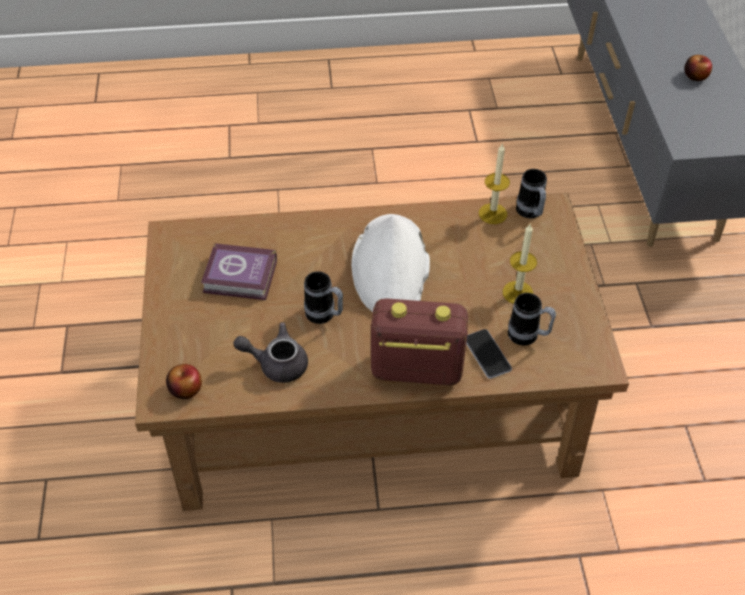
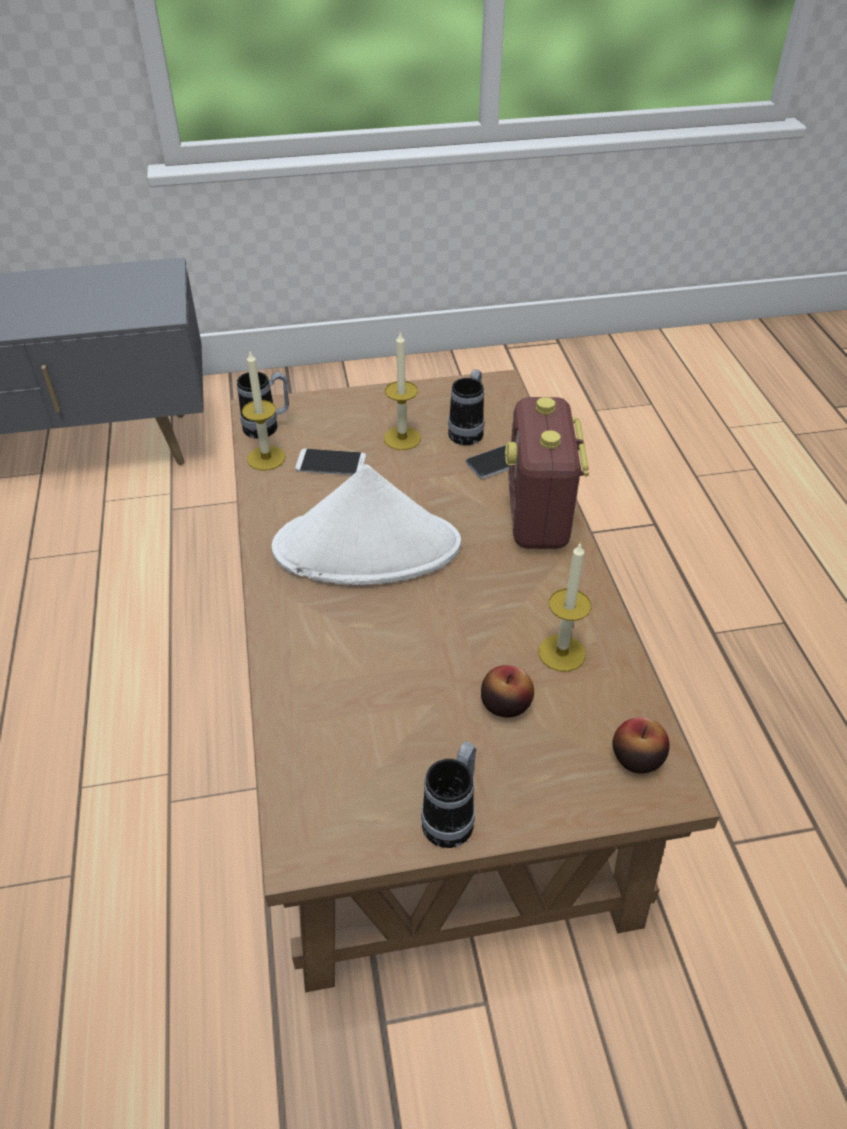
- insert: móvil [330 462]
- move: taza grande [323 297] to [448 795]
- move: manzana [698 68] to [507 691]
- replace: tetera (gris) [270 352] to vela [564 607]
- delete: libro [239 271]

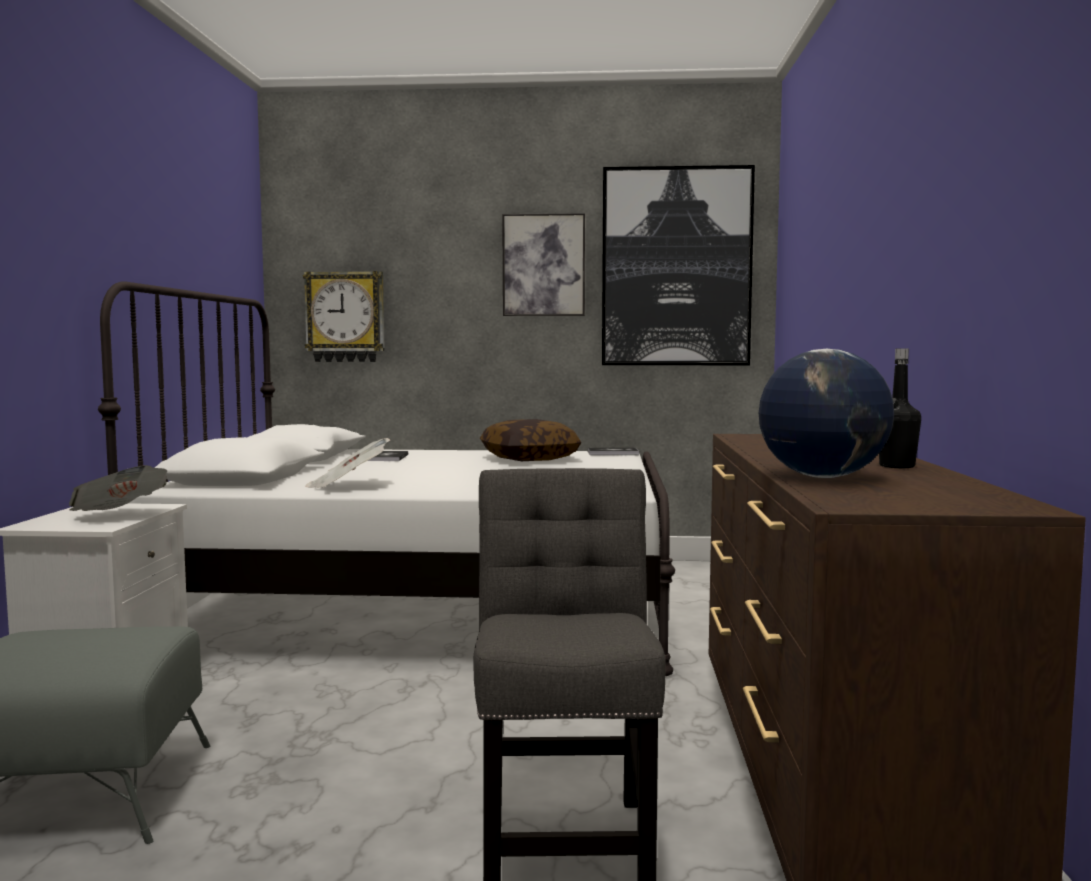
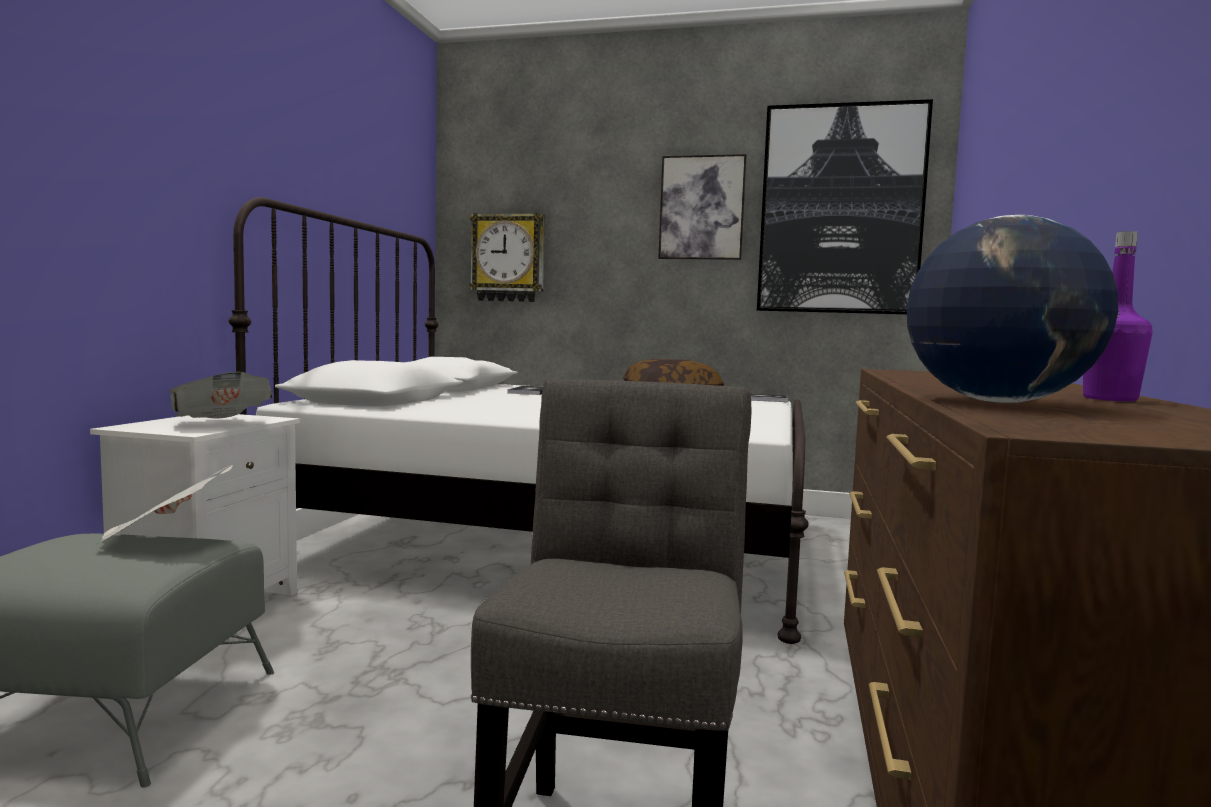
- move: periódico [347 463] to [165 504]
- recolor: botella (negro) [900 408] to botella (morado) [1117 316]

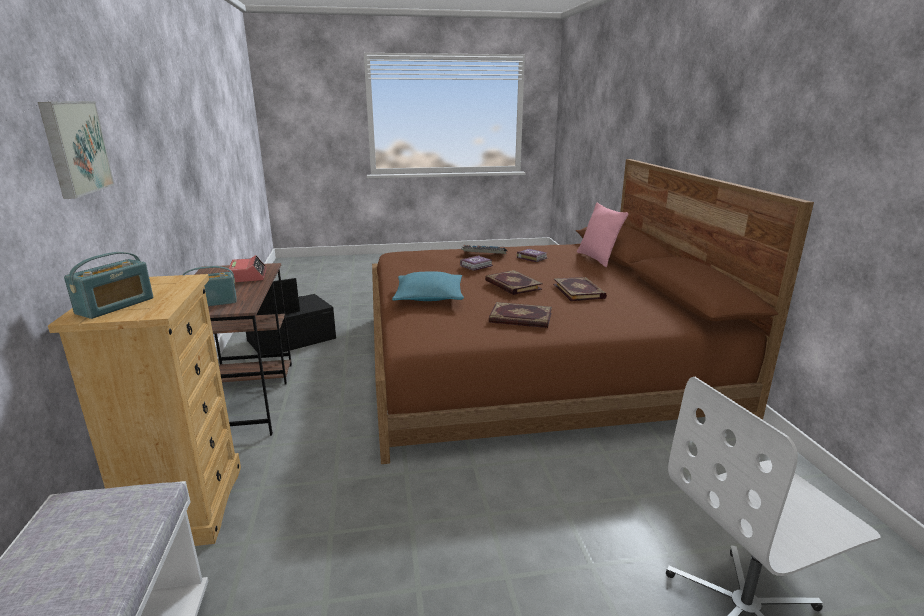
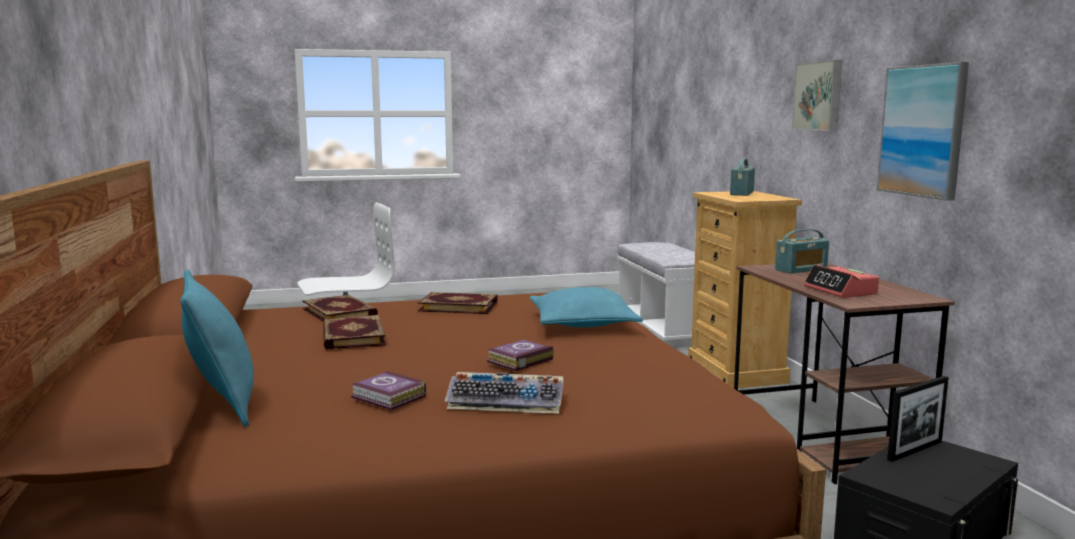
- recolor: cojín (rosa) [603 235] to cojín (turquesa) [217 348]
- move: libro [514 282] to [340 308]
- insert: cuadro [923 131]

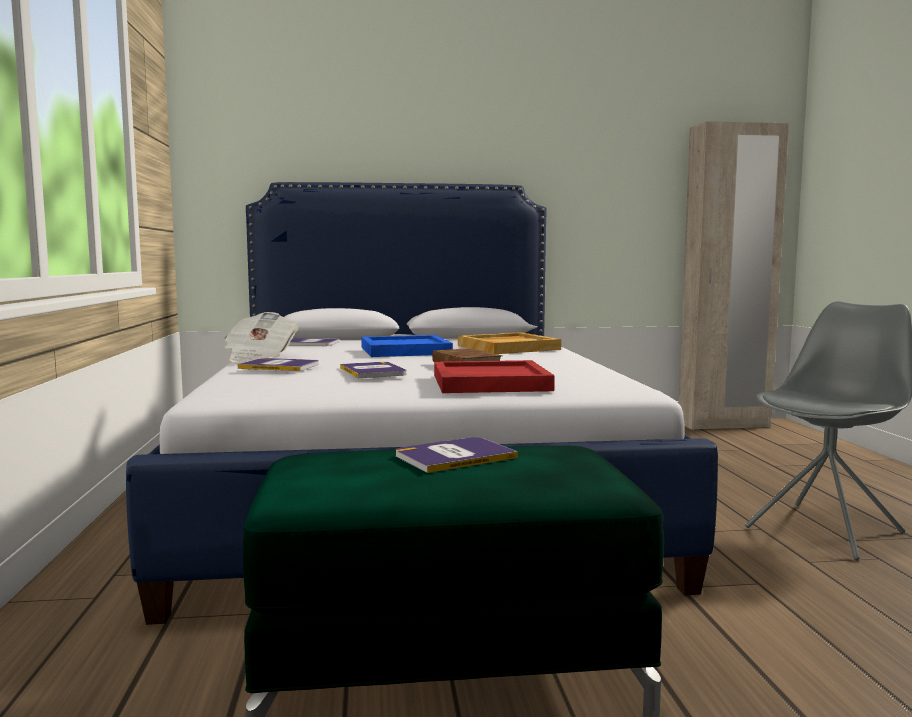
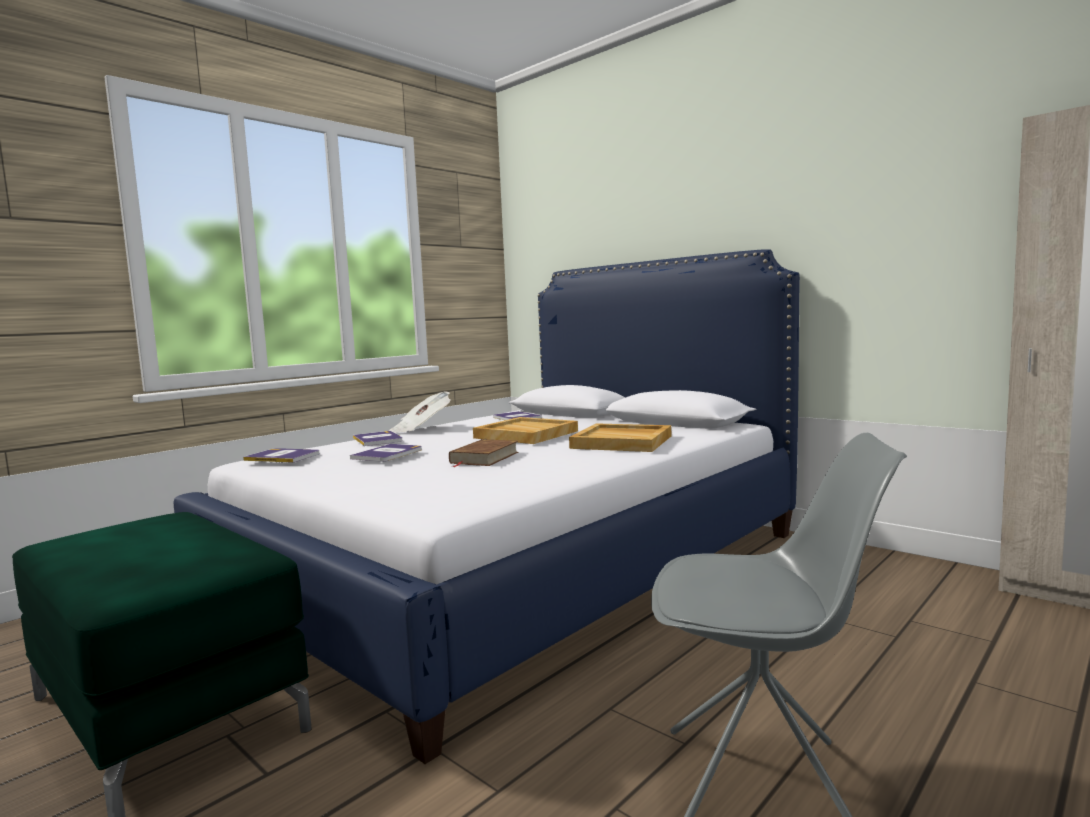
- move: libro [457 455] to [281 455]
- recolor: bandeja (azul) [407 346] to bandeja (beis) [525 430]
- delete: bandeja (rojo) [494 376]

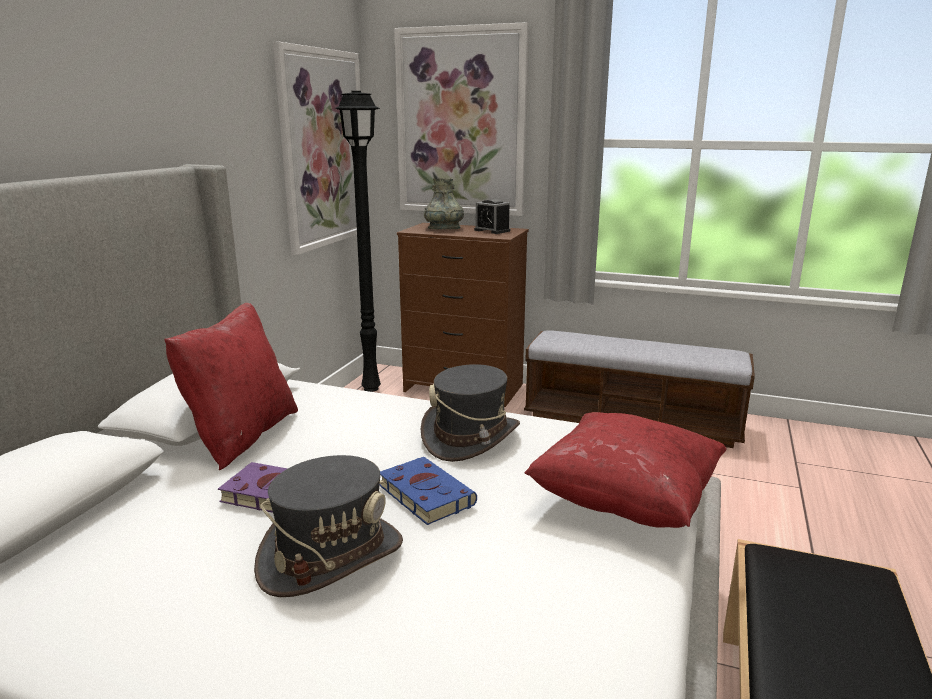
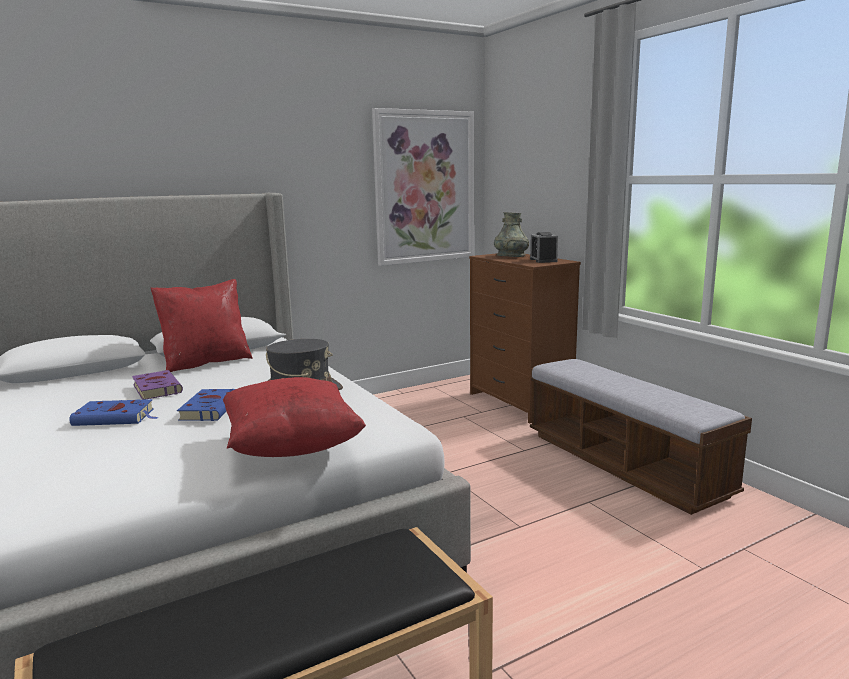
- replace: sombrero (gris) [328 526] to libro (azul) [114 412]
- delete: lámpara de pie (negro) [358 241]
- delete: cuadro [461 119]

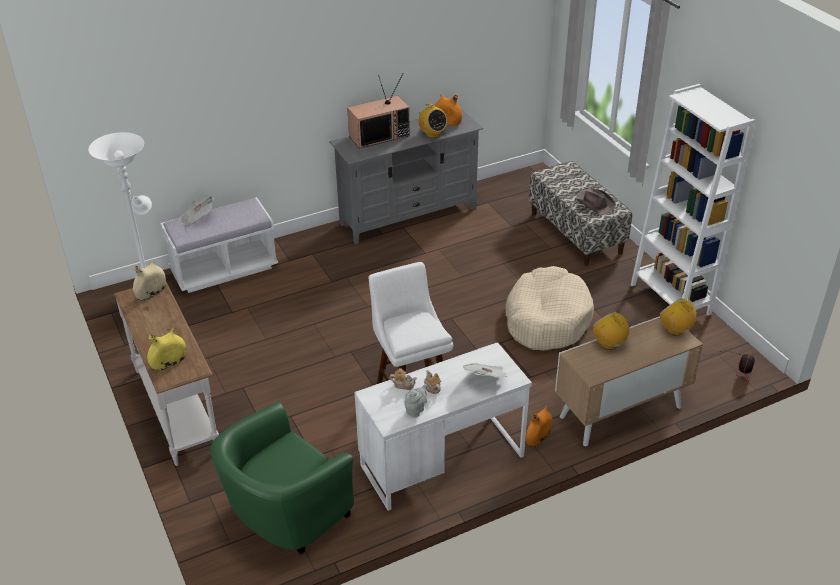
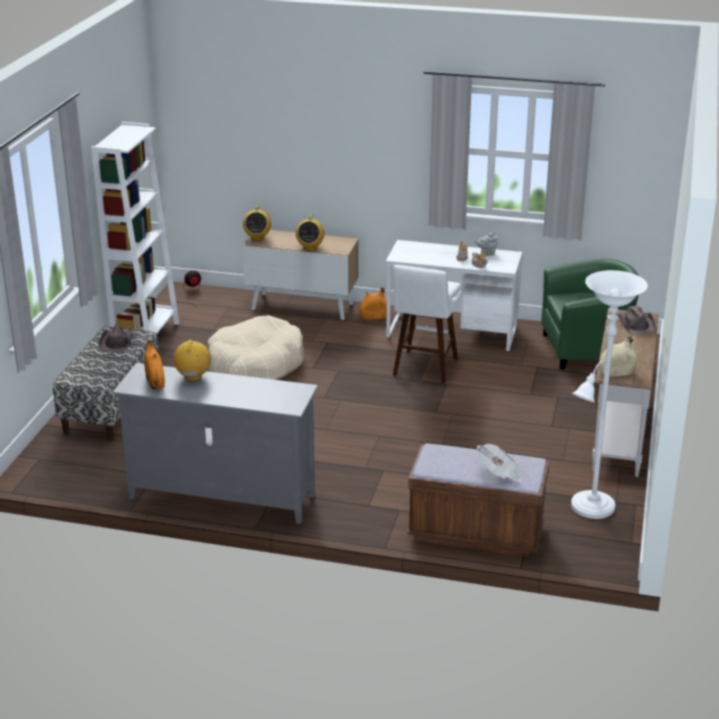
- recolor: banco (blanco) [219 245] to banco (marrón) [478 500]
- replace: florero (amarillo) [166 349] to sombrero (marrón) [637 320]
- delete: televisor [378 111]
- delete: periódico [485 370]

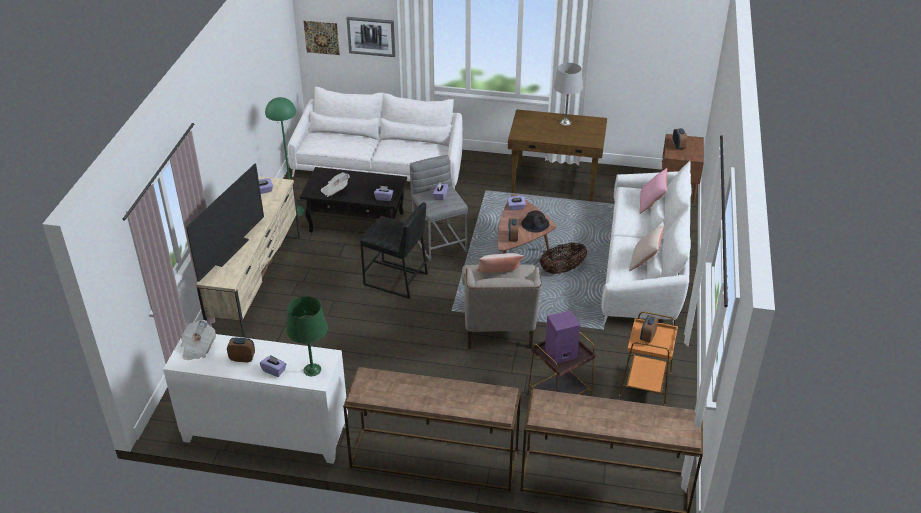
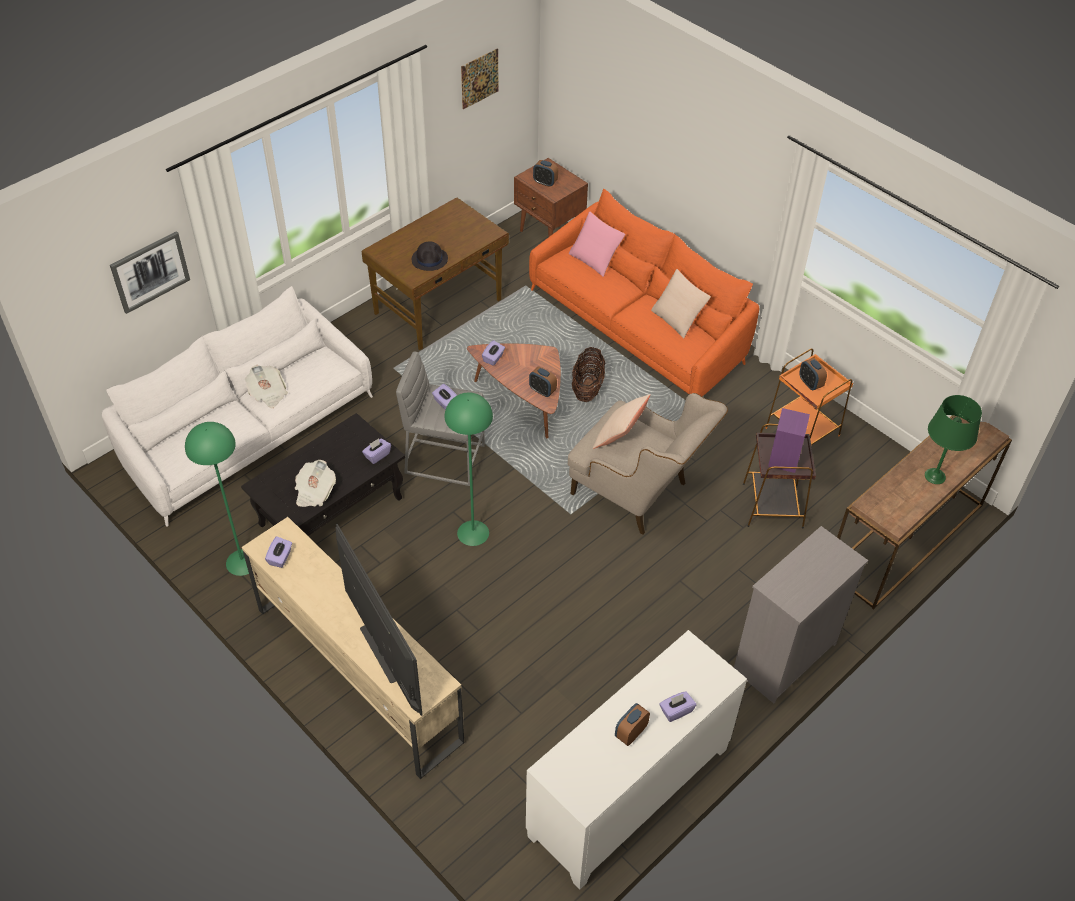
- move: periódico [198 340] to [266 386]
- move: sombrero (negro) [535 221] to [430 256]
- replace: taburete (negro) [394 250] to lámpara de pie (verde) [469 469]
- move: cuadro [322 38] to [480 79]
- recolor: sofá (blanco) [646 243] to sofá (naranja) [644 292]
- replace: mesa consola (marrón) [432 429] to cómoda (gris) [801 614]
- move: lámpara de mesa (verde) [307 336] to [953 439]
- delete: lámpara de mesa (gris) [568 94]

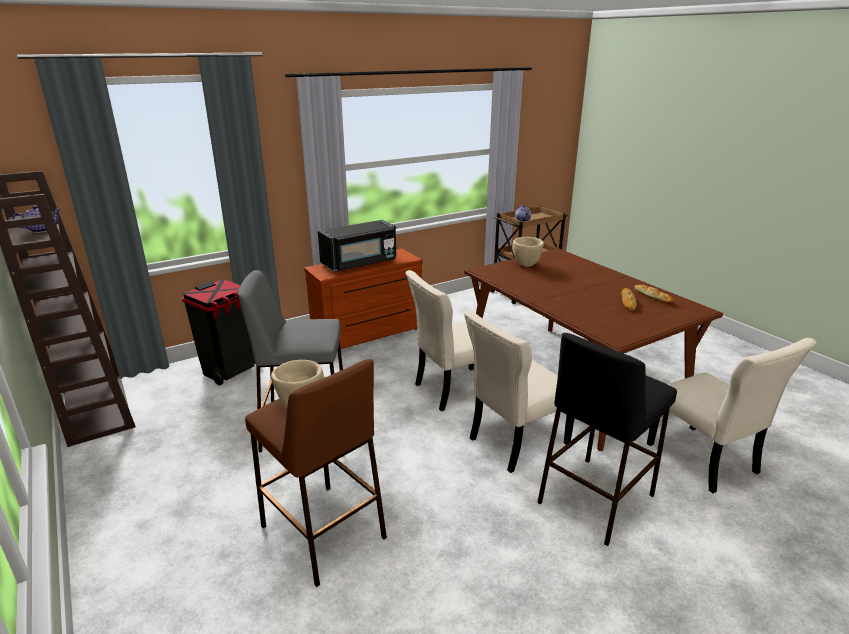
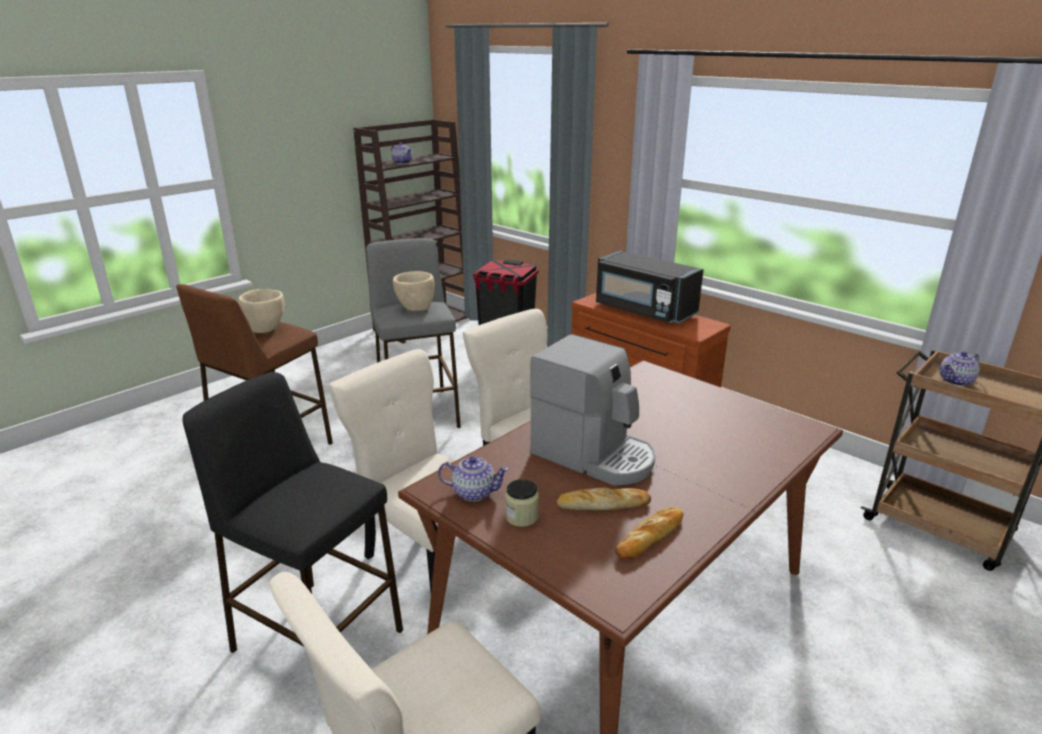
- move: cuenco (beis) [528 252] to [413 291]
- insert: tetera [473 478]
- insert: tarro [522 503]
- insert: cafetera [592 409]

